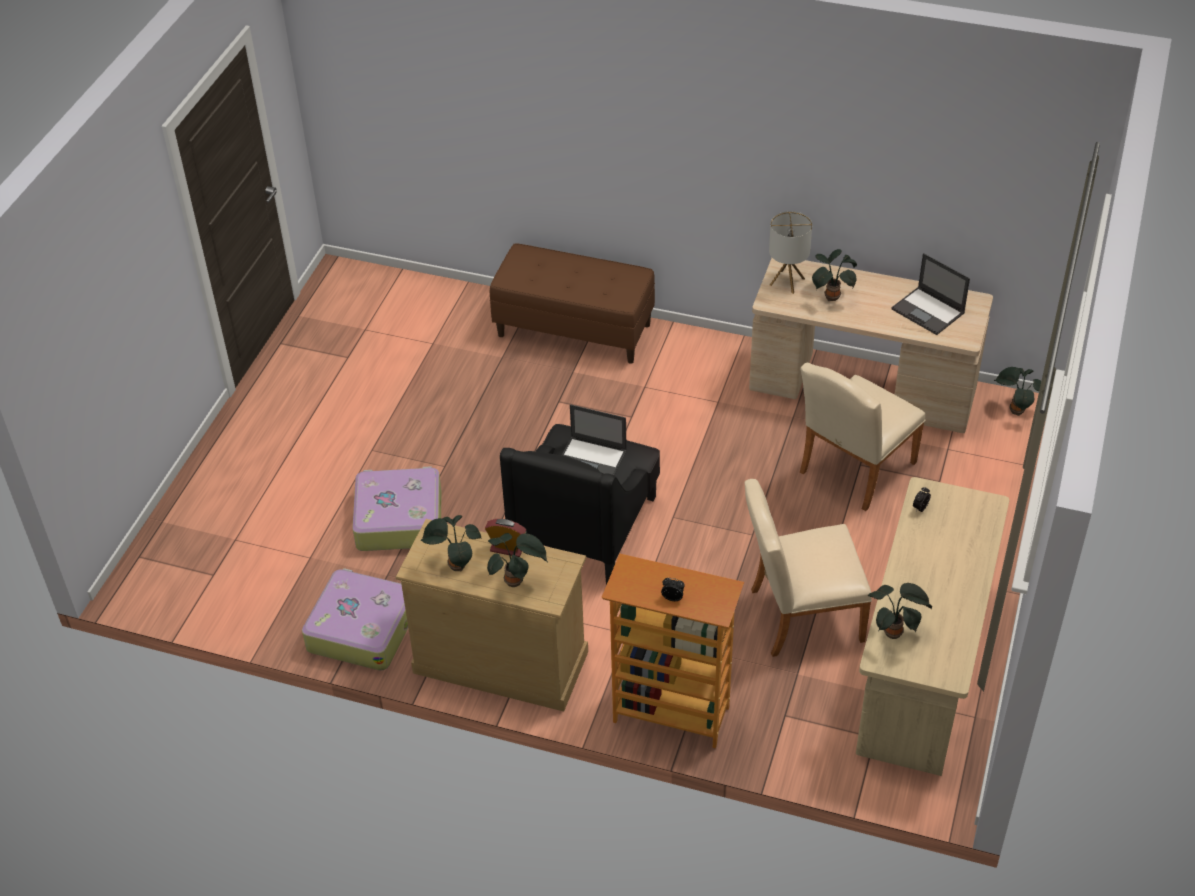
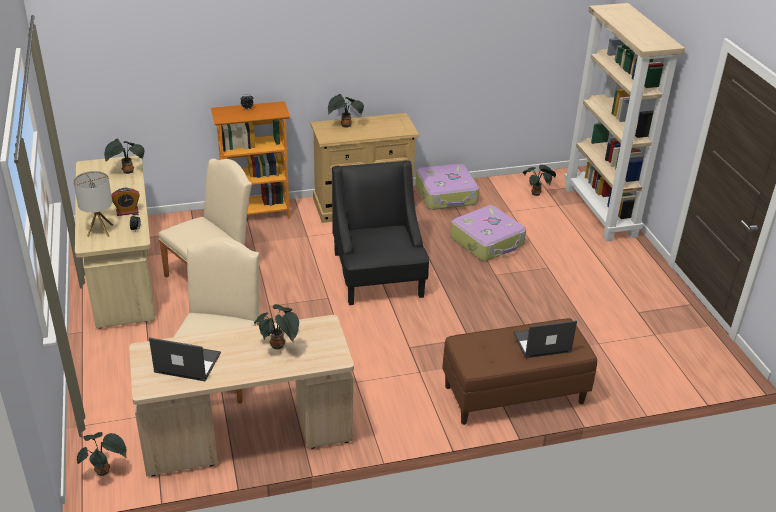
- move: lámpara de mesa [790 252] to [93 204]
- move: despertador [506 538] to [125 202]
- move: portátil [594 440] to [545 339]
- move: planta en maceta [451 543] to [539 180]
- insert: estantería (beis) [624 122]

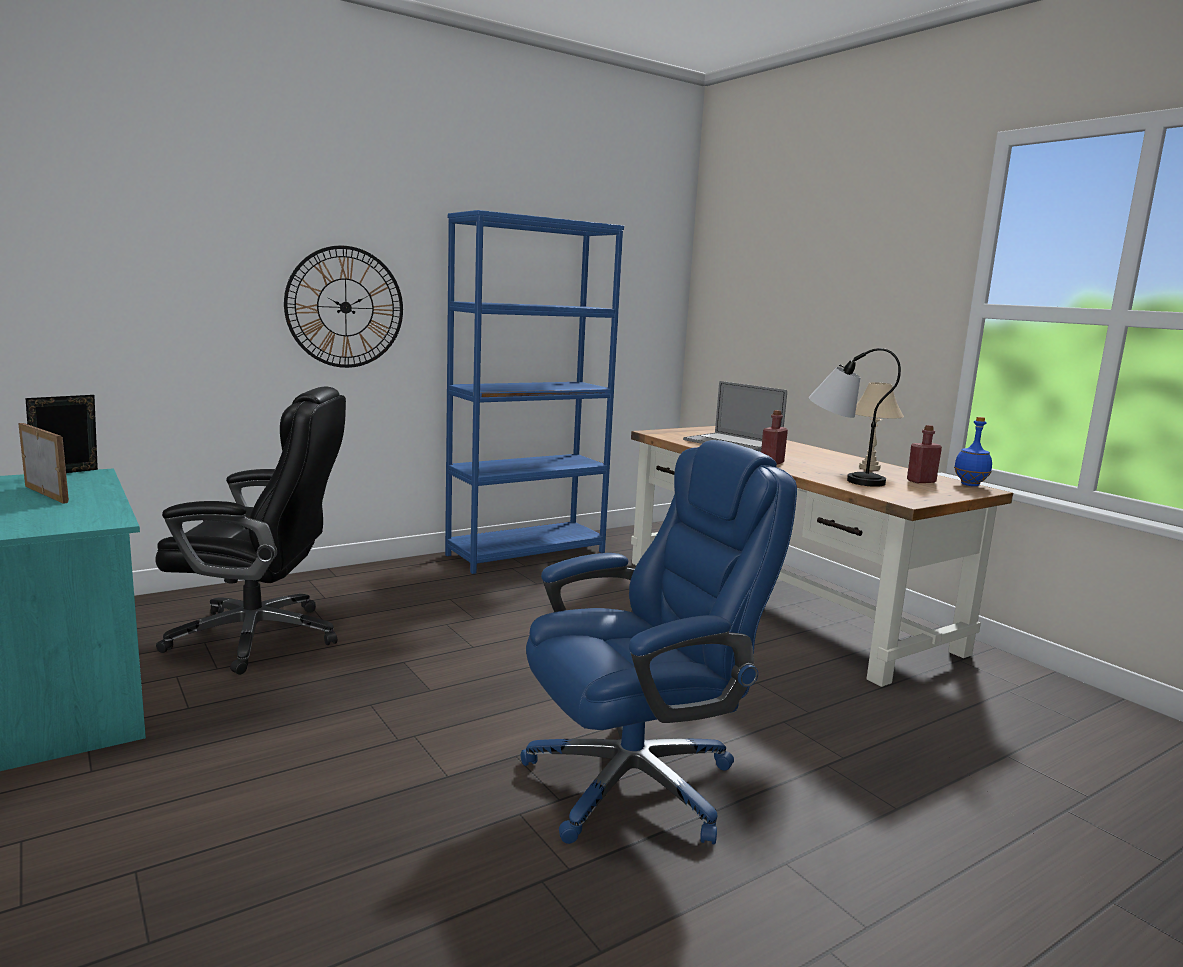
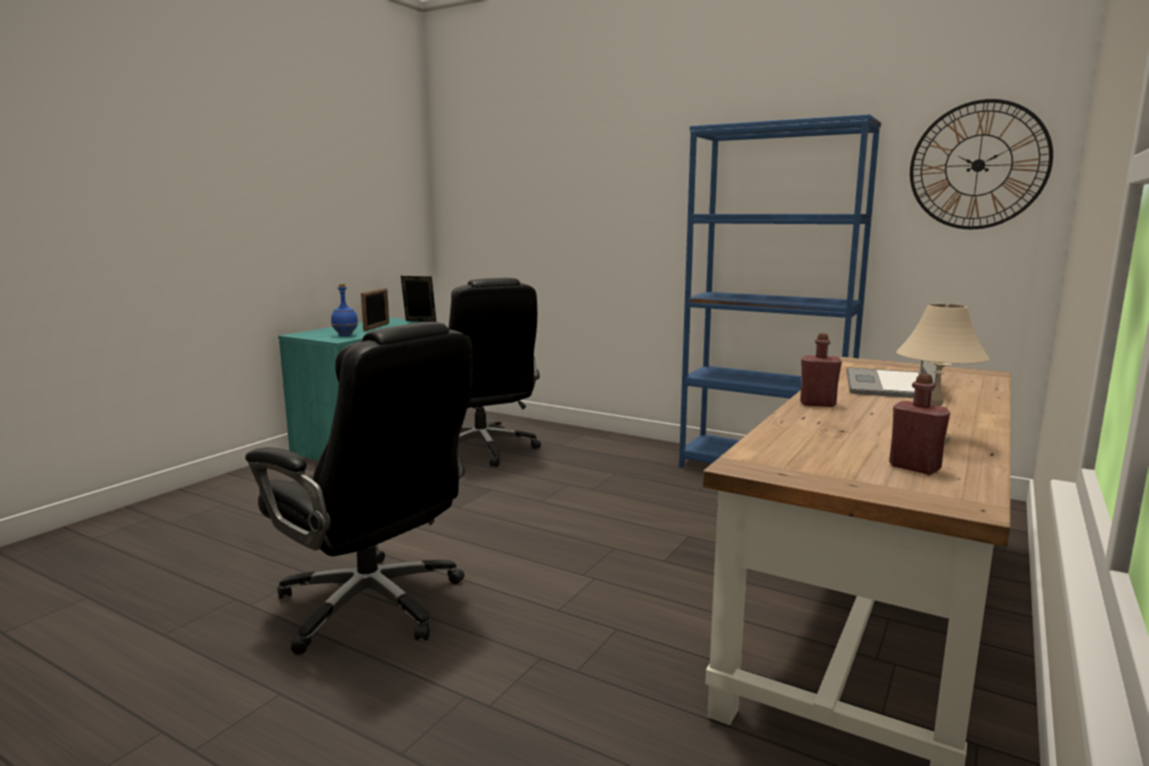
- recolor: silla de oficina (azul) [659 642] to silla de oficina (negro) [358 488]
- move: botella (azul) [973 451] to [344 310]
- move: reloj de pared [343 307] to [981 164]
- delete: lámpara de mesa [855 417]

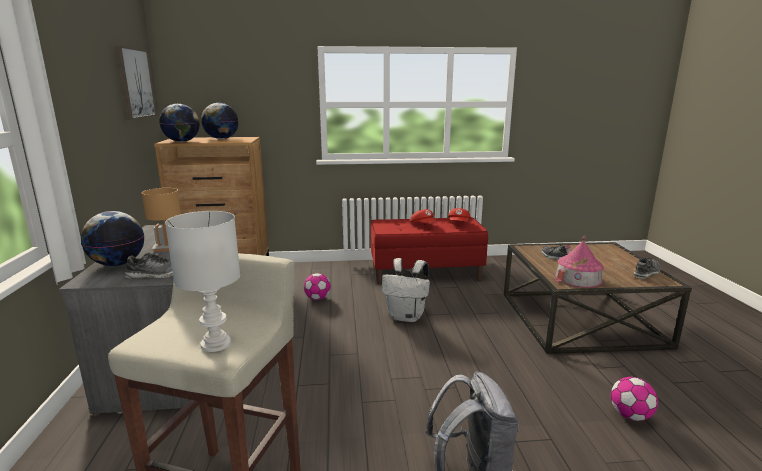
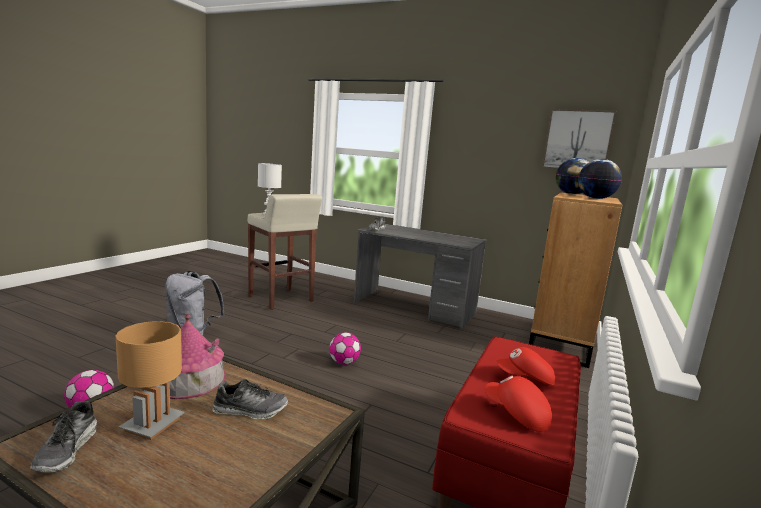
- move: lámpara de mesa (marrón) [161 220] to [150 380]
- move: balón de fútbol [317 286] to [345 348]
- delete: globo terráqueo [112 238]
- delete: mochila (blanco) [406 290]

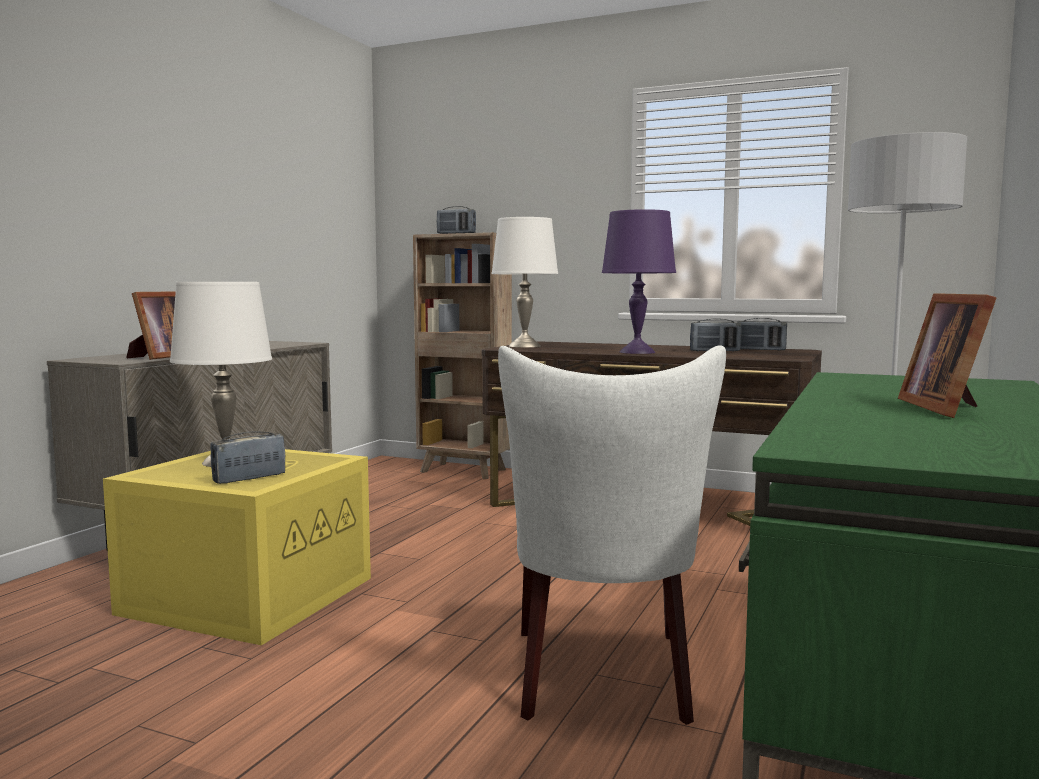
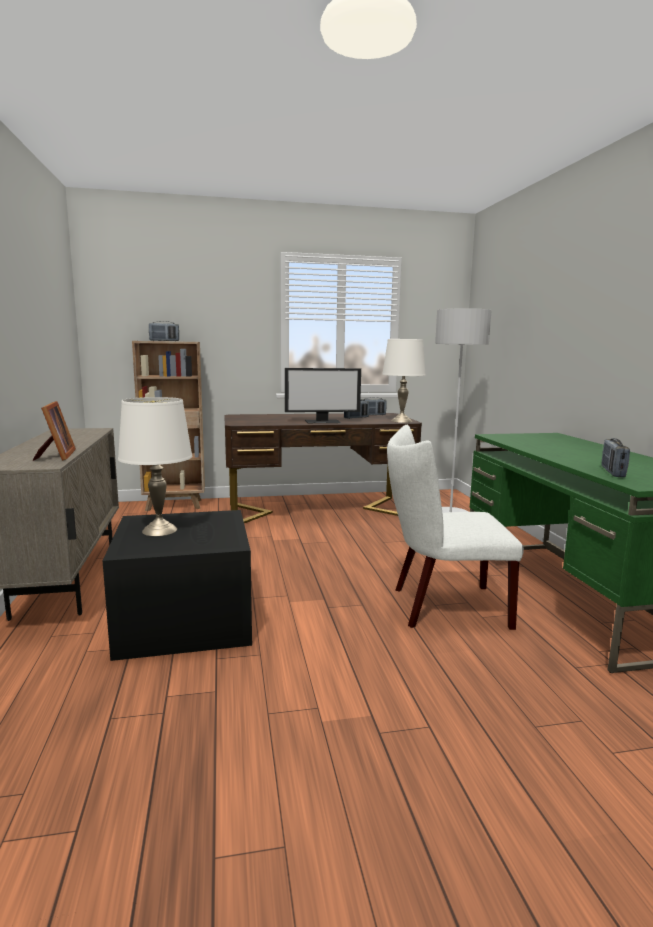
- recolor: caja de almacenaje (amarillo) [237 547] to caja de almacenaje (negro) [177 585]
- replace: lámpara de mesa (morado) [639 281] to monitor [323 395]
- move: lámpara de mesa (blanco) [524 282] to [404 381]
- rotate: silla (blanco) [612 535] = [455 527] 120 degrees clockwise
- move: radio [248 457] to [616 457]
- delete: portarretratos [947 355]

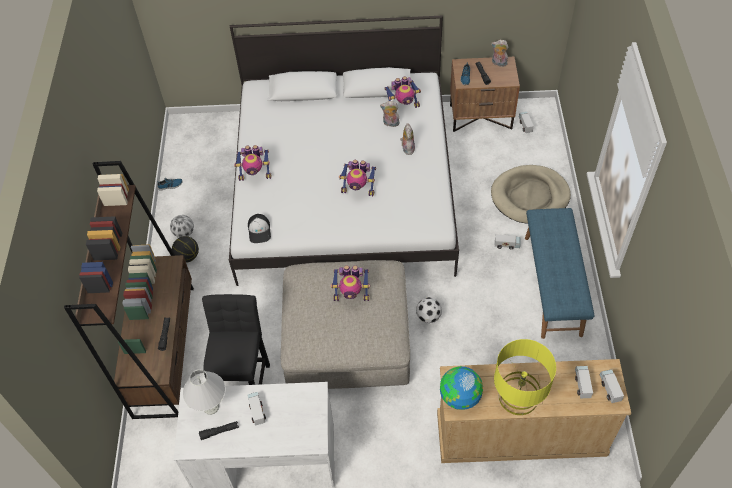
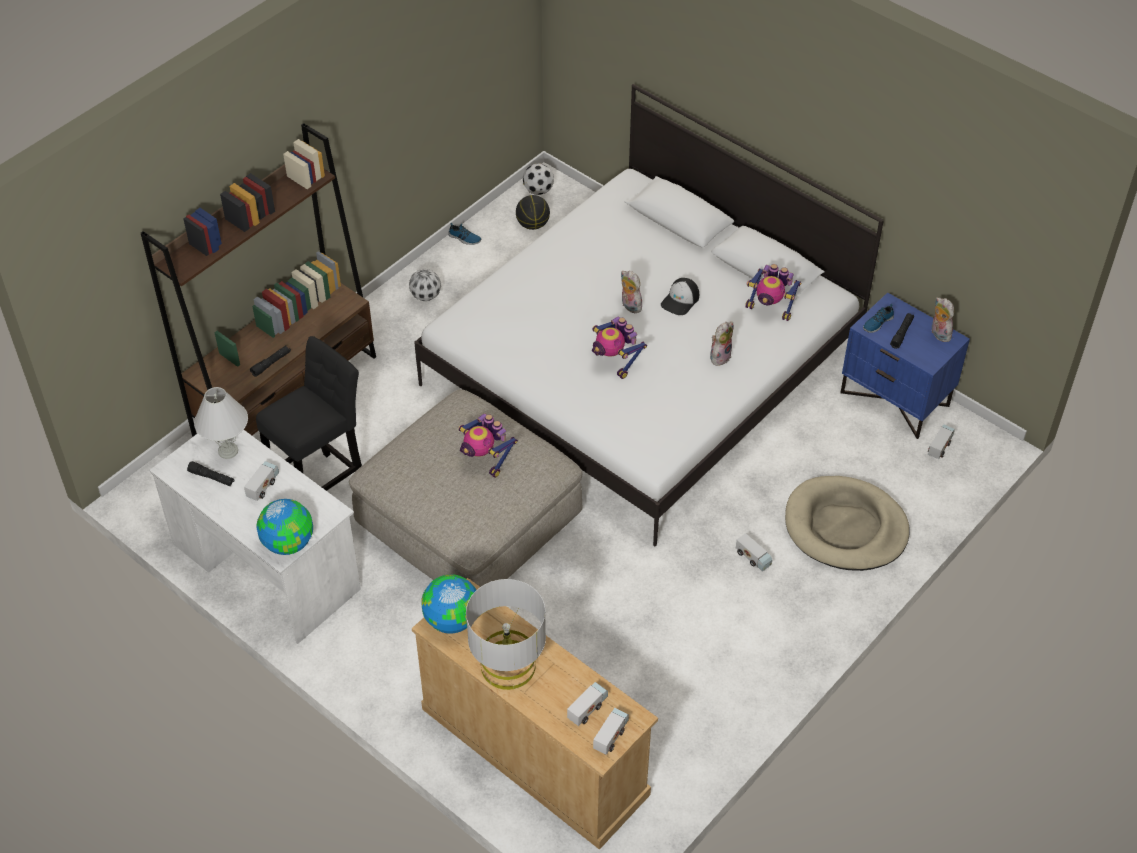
- insert: globo terráqueo [285 527]
- recolor: lámpara de mesa (amarillo) [525 377] to lámpara de mesa (gris) [506 634]
- move: balón de baloncesto [185 249] to [533 212]
- move: balón de fútbol [429 310] to [538 179]
- move: peluche [390 114] to [631 292]
- move: gorra [259 228] to [680 296]
- recolor: mesita de noche (marrón) [485 94] to mesita de noche (azul) [905 365]
- delete: robot de juguete [253 163]
- delete: banco (azul) [559 273]

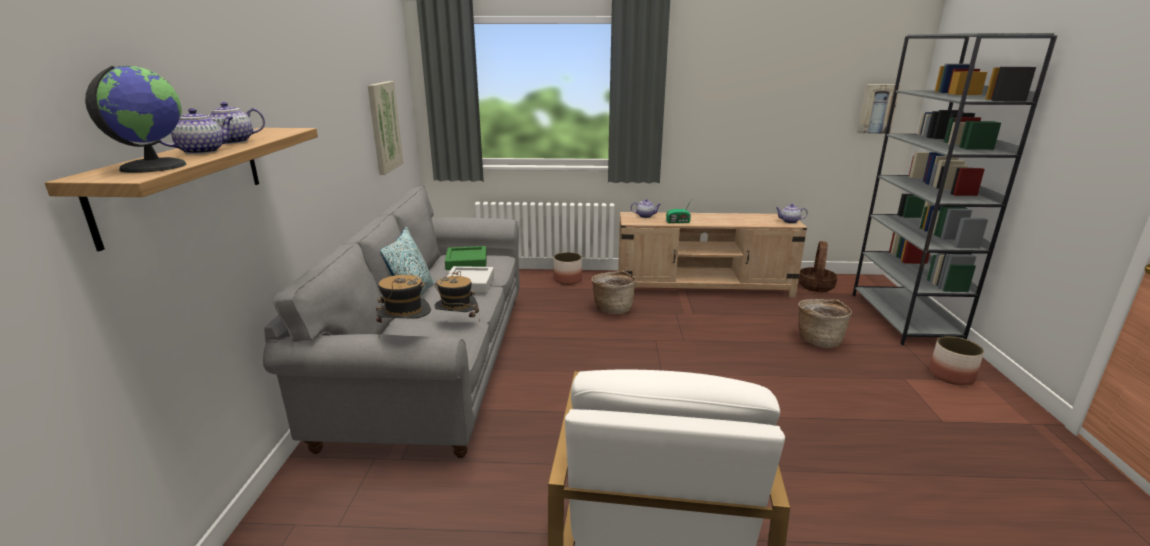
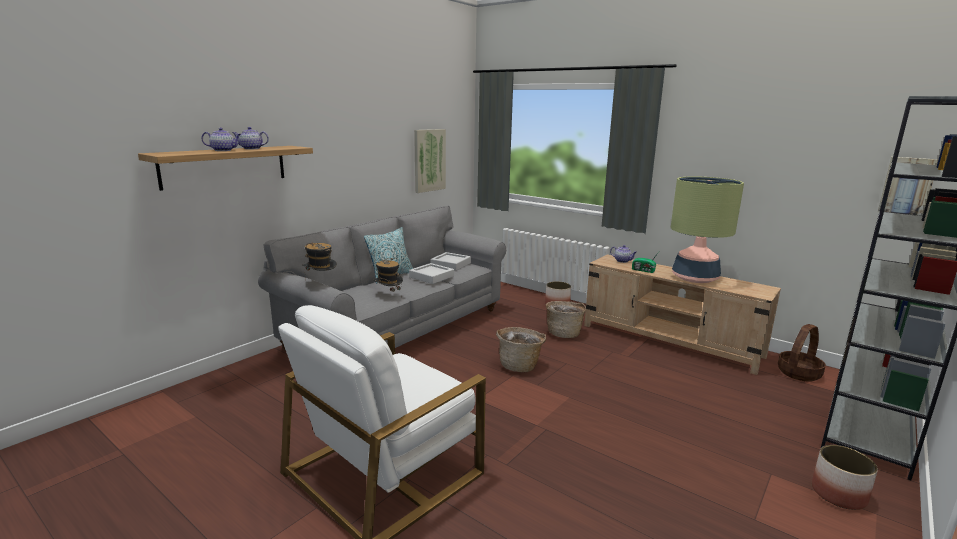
- recolor: bandeja (verde) [466 258] to bandeja (gris) [450 261]
- move: cesta [825 323] to [521 349]
- insert: lámpara de mesa [707 229]
- delete: globo terráqueo [135 119]
- delete: tetera [792 213]

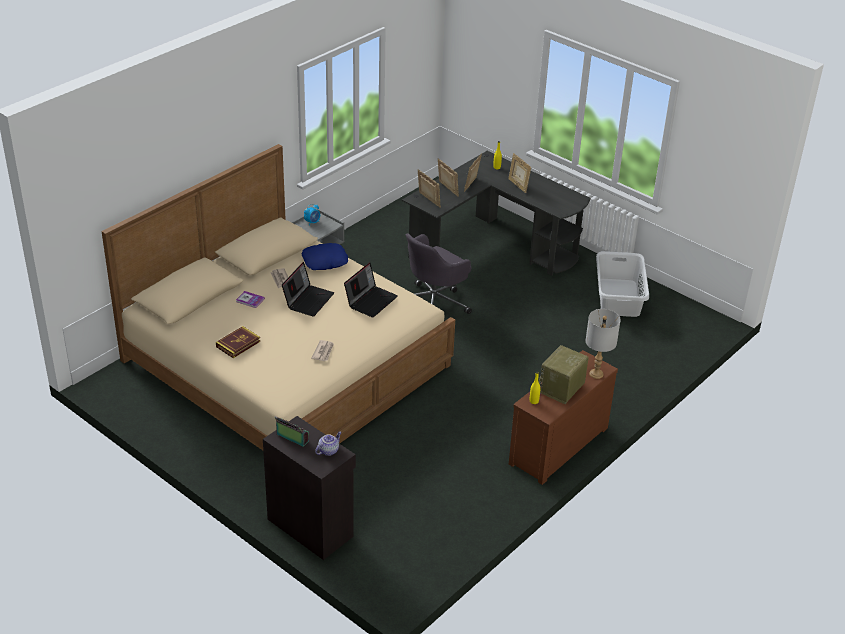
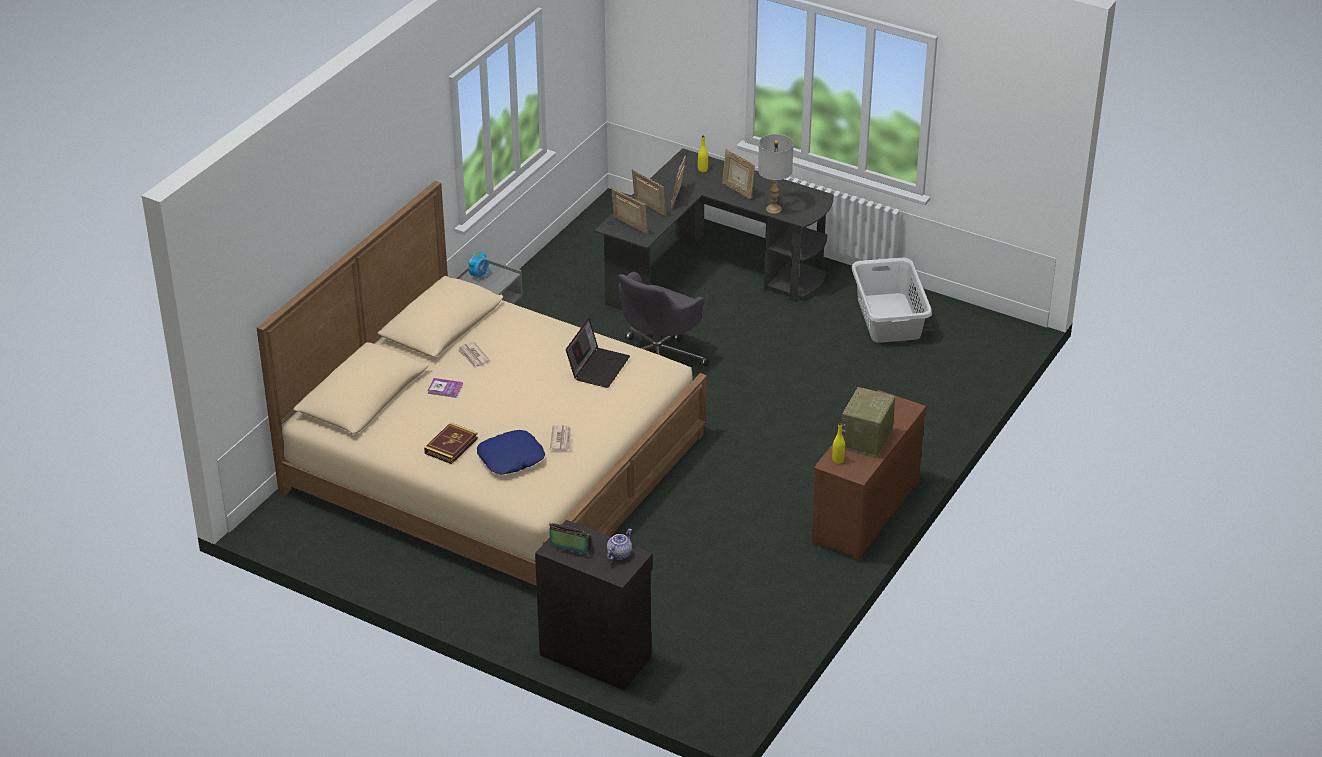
- move: cojín (azul) [325 256] to [511 452]
- move: lámpara de mesa (gris) [603 344] to [776 174]
- delete: portátil [308 289]

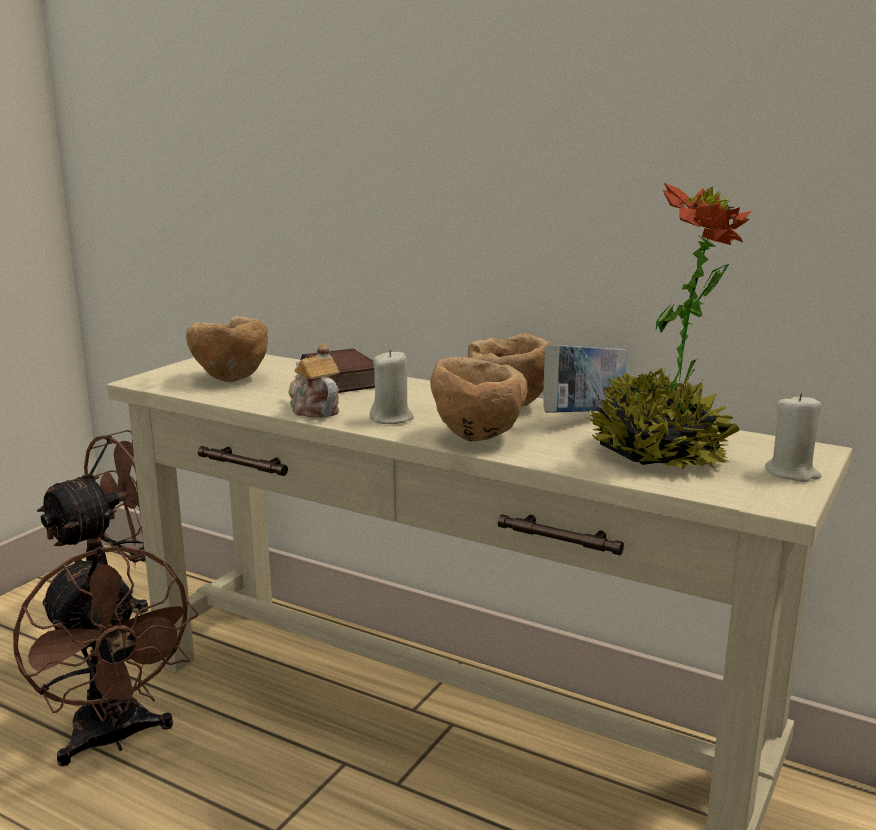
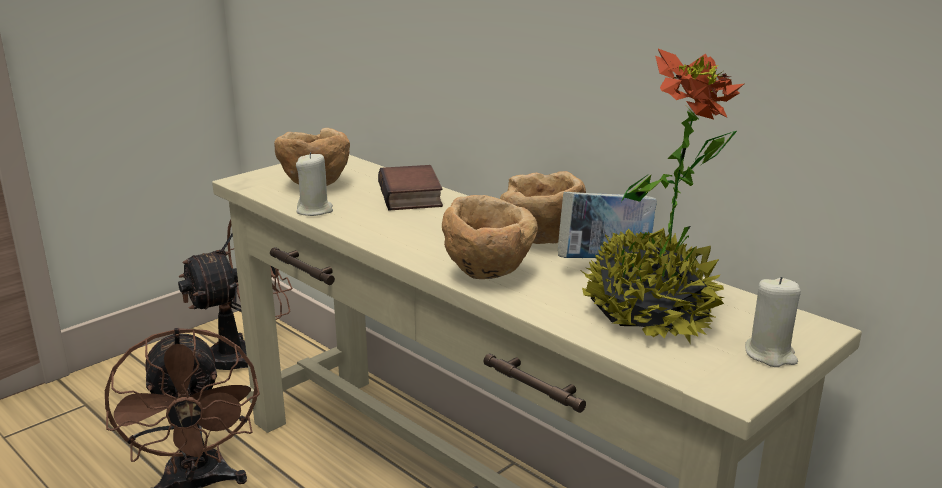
- move: vela (beis) [392 387] to [314 184]
- delete: tetera [314 380]

